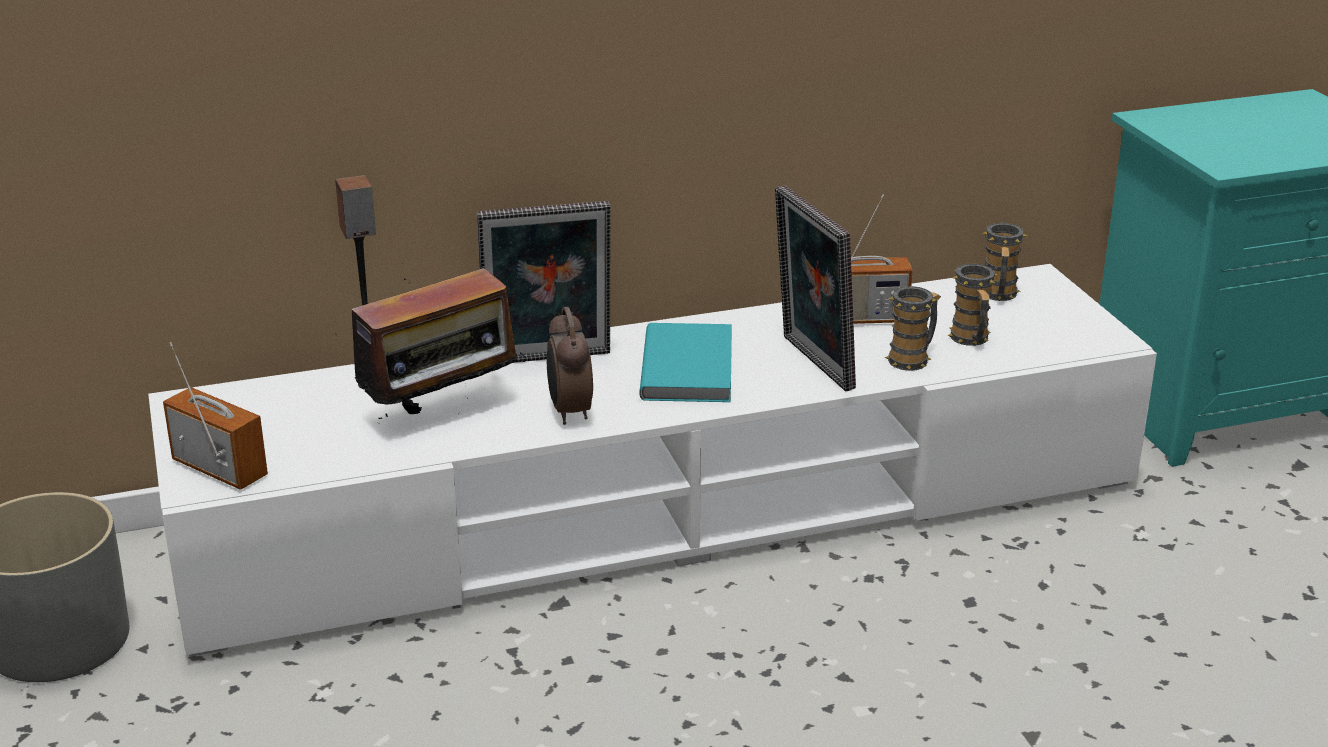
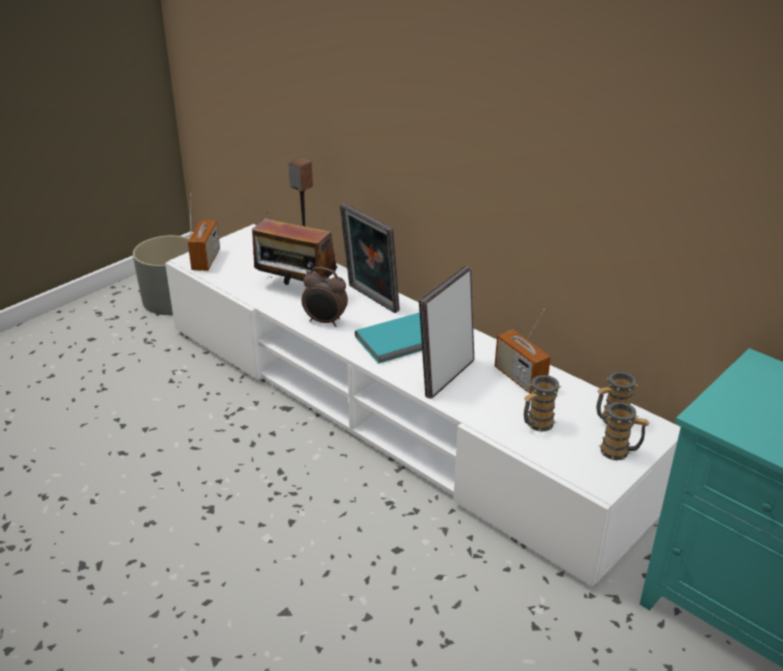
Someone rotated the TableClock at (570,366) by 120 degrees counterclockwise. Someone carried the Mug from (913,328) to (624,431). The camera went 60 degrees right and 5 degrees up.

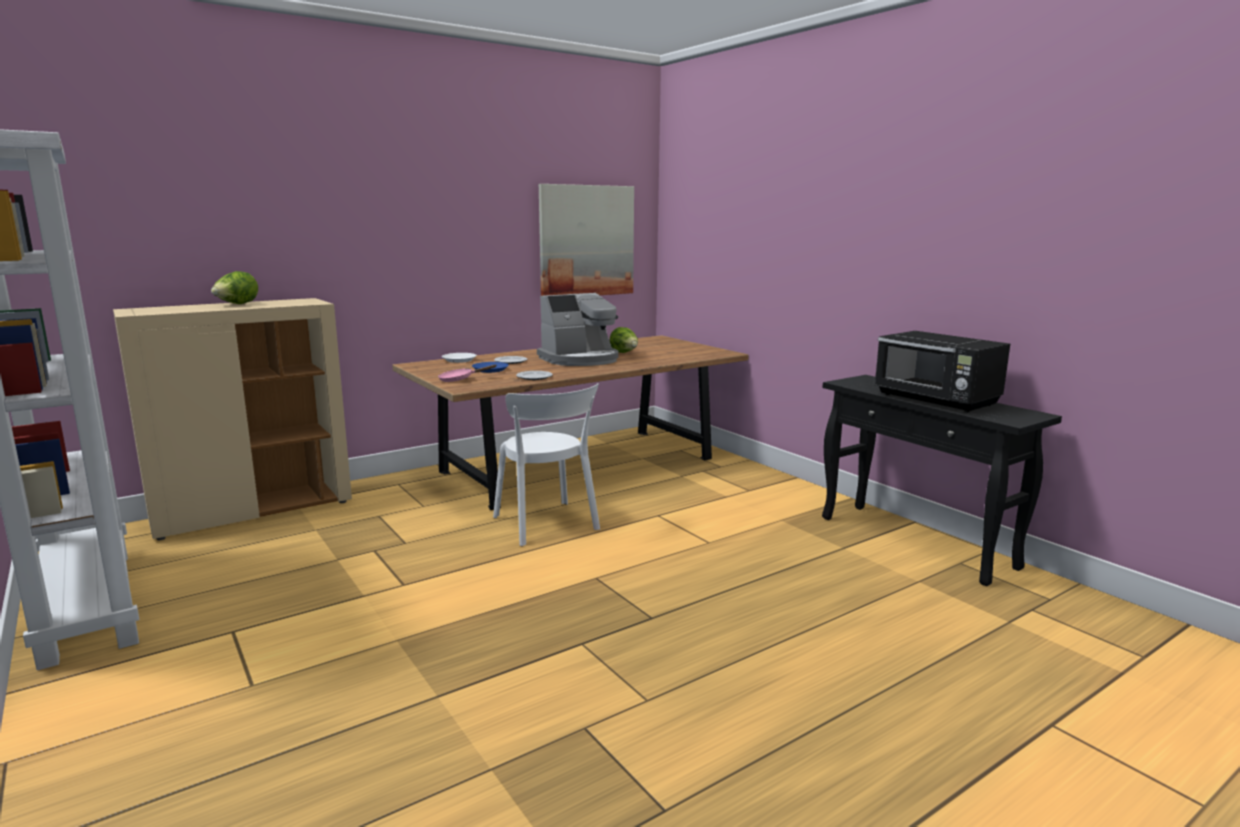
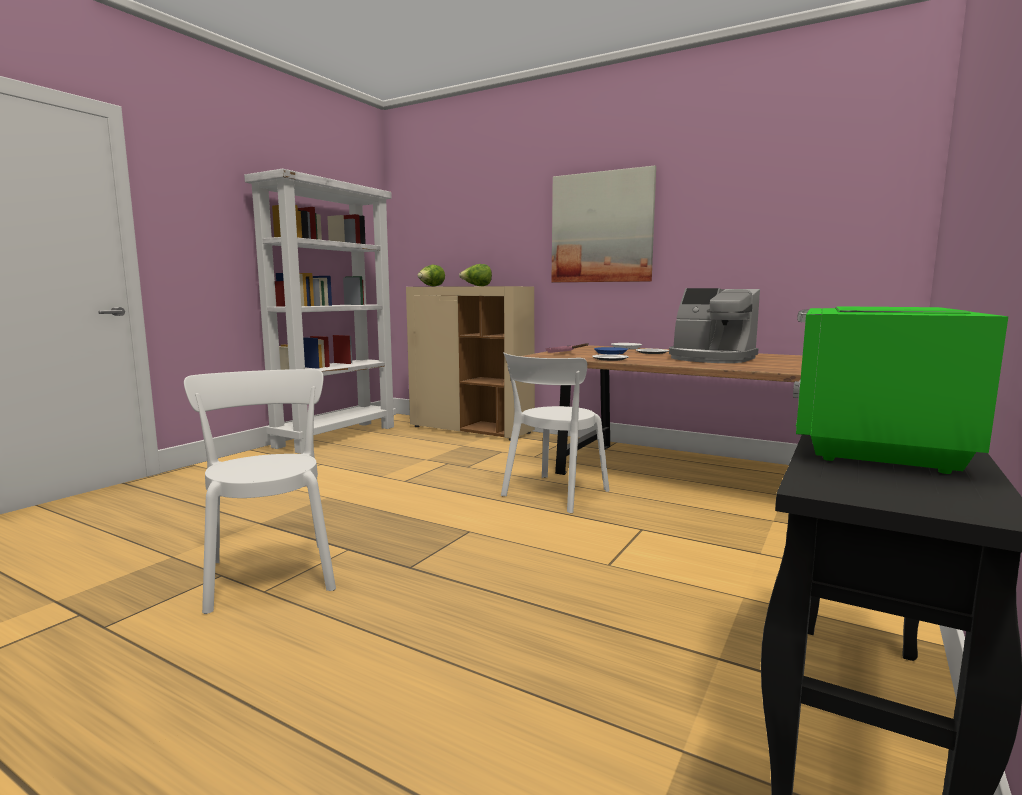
Someone put down the WhitishPlainChair at (260,491). Someone carried the Lettuce from (623,340) to (431,275). Someone carried the WallArt from (586,240) to (603,223). Someone repainted the BlackColouredKitchenMicrowave at (942,371), which became the GreenKitchenMicrowave at (900,390). The camera went 65 degrees right and 5 degrees down.

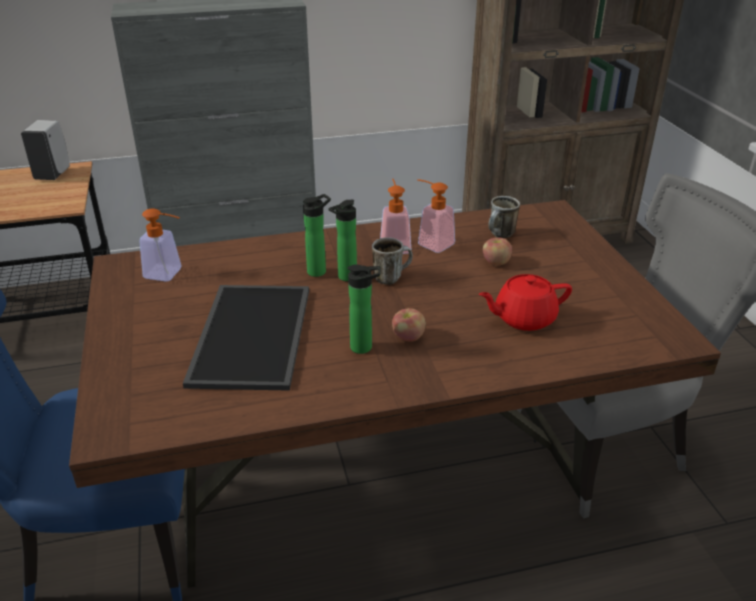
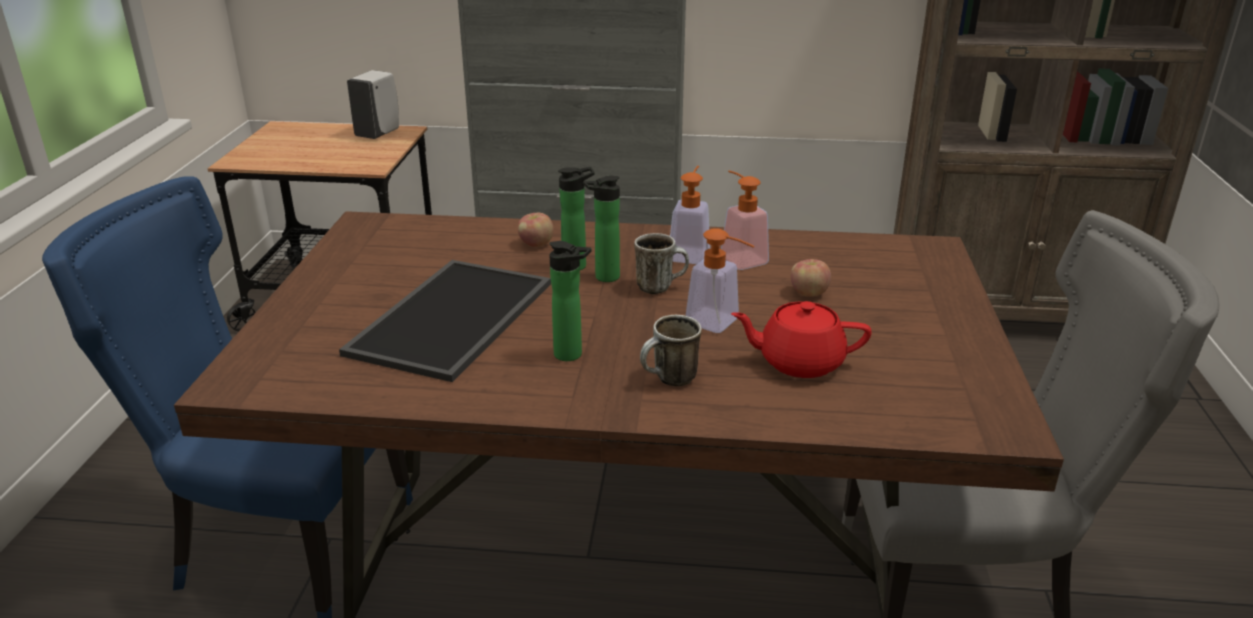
Someone carried the WholeApple from (409,325) to (536,230). Someone carried the Mug from (504,217) to (671,350). Someone carried the SoapBottle from (160,245) to (719,280). The camera went 20 degrees right and 5 degrees down.

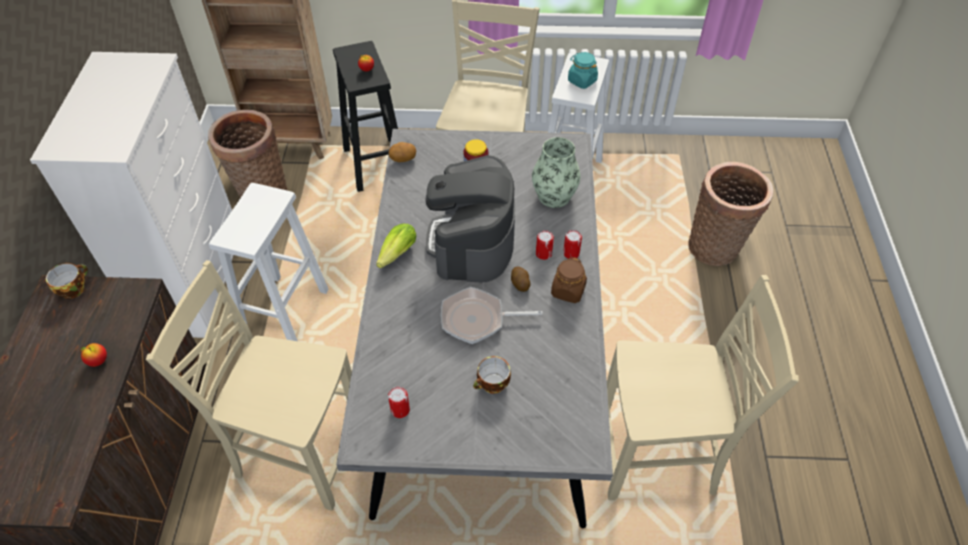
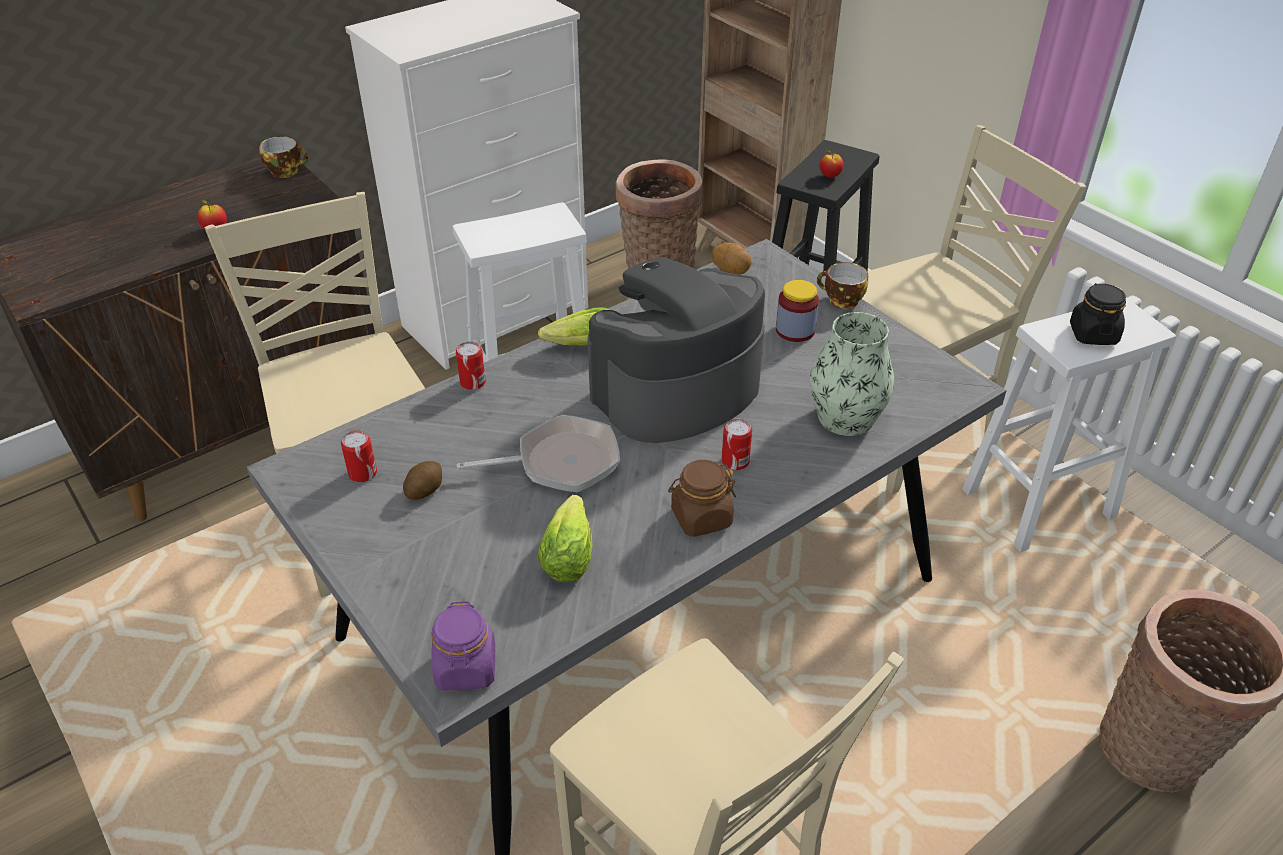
Someone carried the WholePotato from (521,279) to (422,480). Someone put down the PurpleColouredStorageJar at (463,645). Someone carried the SealedCan from (572,244) to (471,365). Someone rotated the Skillet at (492,315) by 120 degrees clockwise. Someone put down the Lettuce at (564,538). Someone carried the DrinkingCup from (492,375) to (842,285). Someone repainted the TurquoiseColouredStorageJar at (583,70), which became the BlackColouredStorageJar at (1098,314). The camera went 50 degrees right and 10 degrees down.

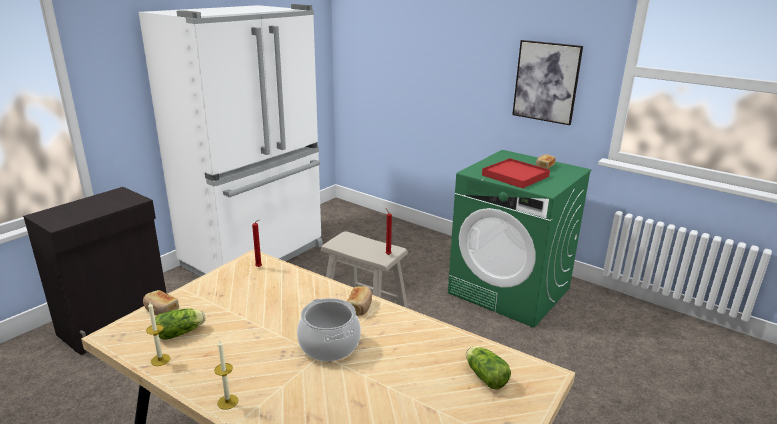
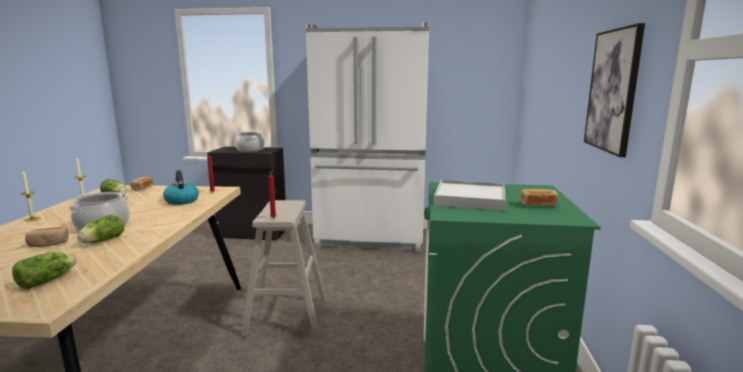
Someone carried the BakedBread from (359,301) to (47,237). Someone put down the Lettuce at (100,229). Someone put down the WaterKettle at (181,187). Someone put down the Stockpot at (249,142). Someone repainted the ReddishServingTray at (516,173), which became the WhitishServingTray at (470,195). The camera went 60 degrees right and 10 degrees down.

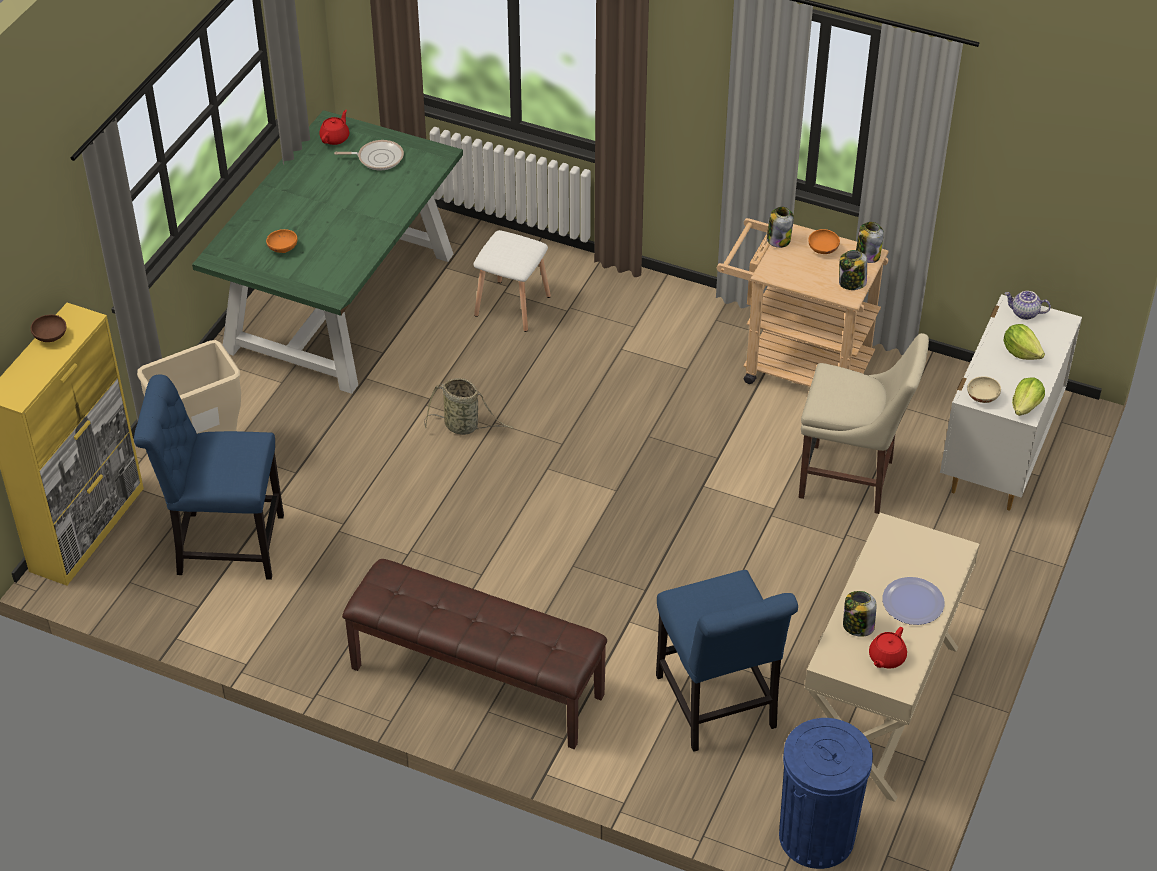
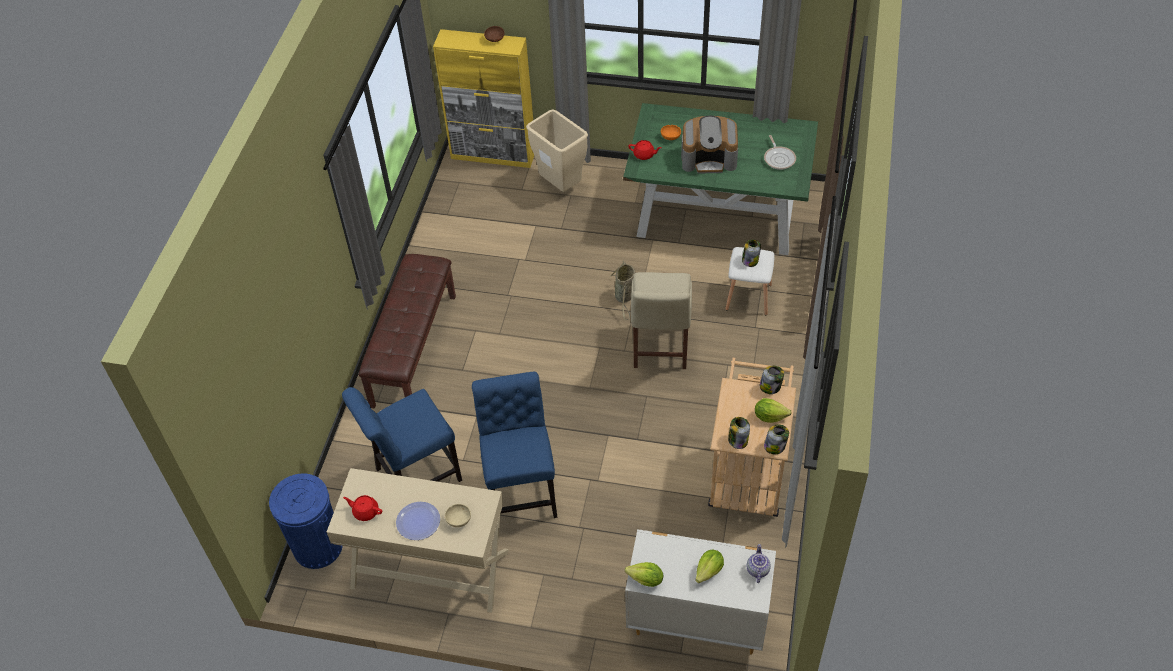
Someone carried the SandColouredBowl from (984,389) to (458,515). Someone carried the BluePlainChair from (209,477) to (514,445). Someone carried the ReddishTeapot from (334,127) to (645,150). Someone carried the SandColouredPlainChair from (864,423) to (661,320). Someone put down the CoffeeMaker at (709,144). Someone carried the StorageJar from (859,614) to (751,253). Someone swapped the OrangeBowl at (824,241) for the Lettuce at (773,410). The camera went 80 degrees right and 5 degrees up.

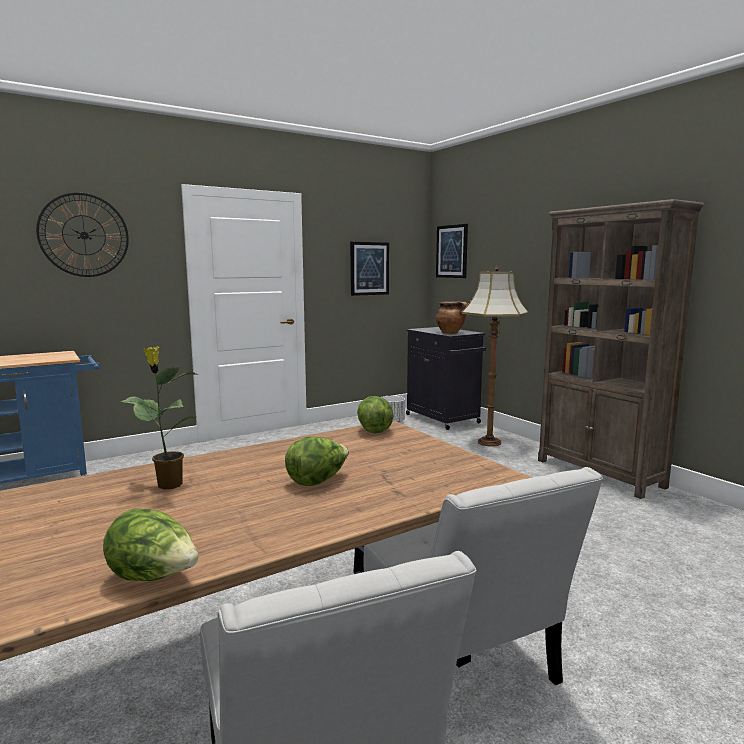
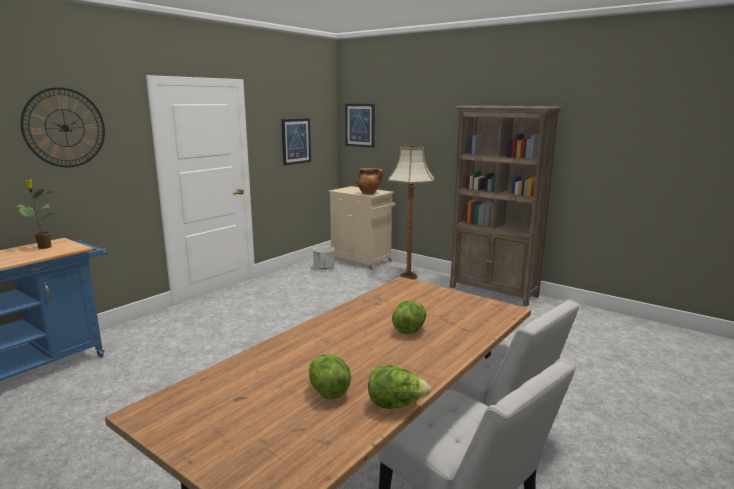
Someone carried the Houseplant from (160,418) to (36,214). Someone carried the Lettuce from (375,415) to (330,376). Someone repainted the BlackColouredCupboard at (446,378), which became the SandColouredCupboard at (361,228). The camera went 20 degrees left and 5 degrees up.

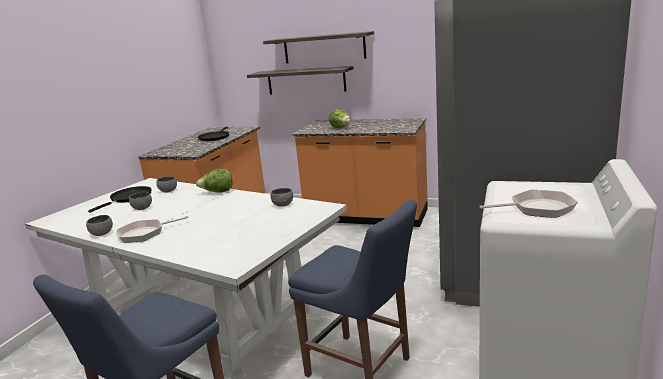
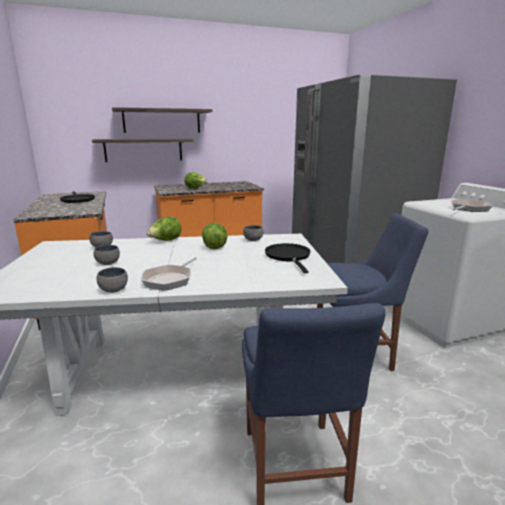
Someone put down the Lettuce at (215,236). Someone carried the BlackColouredSkillet from (120,199) to (288,258). The camera went 40 degrees left and 0 degrees up.

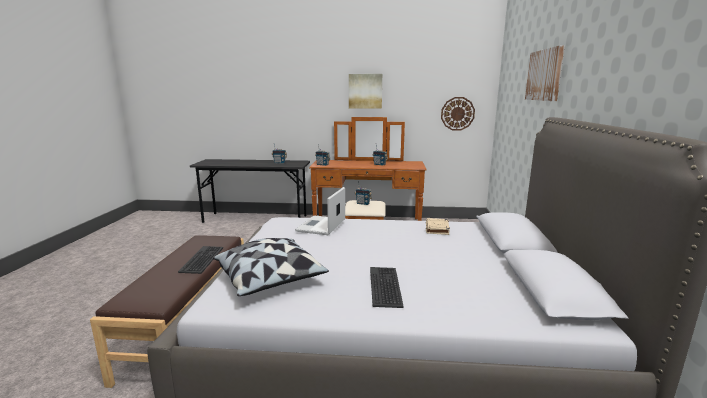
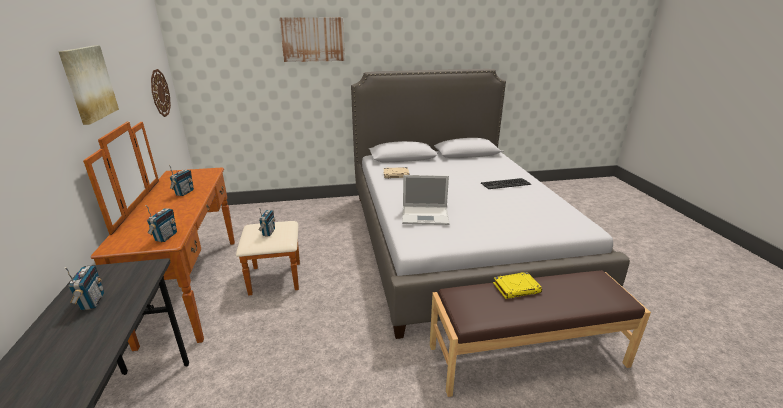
Someone swapped the ComputerKeyboard at (200,260) for the YellowishBoundBook at (517,285). Someone took away the Pillow at (271,267). The camera went 105 degrees left and 10 degrees up.

